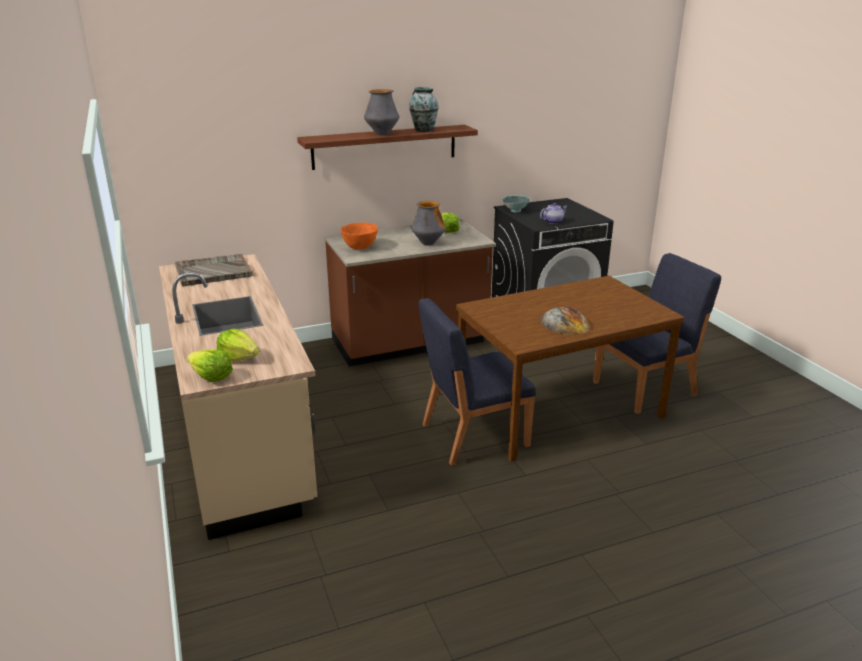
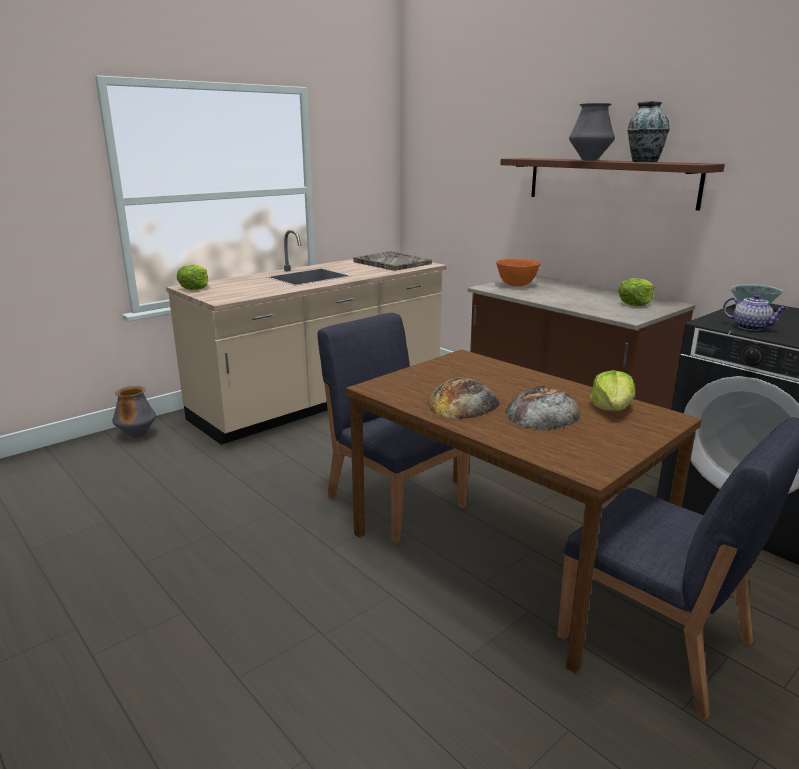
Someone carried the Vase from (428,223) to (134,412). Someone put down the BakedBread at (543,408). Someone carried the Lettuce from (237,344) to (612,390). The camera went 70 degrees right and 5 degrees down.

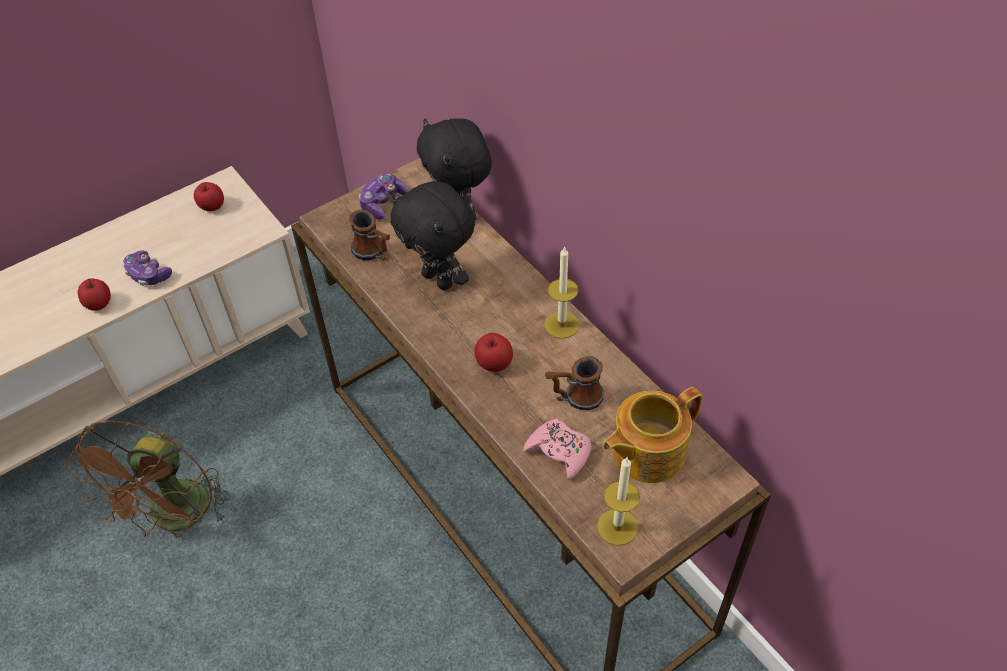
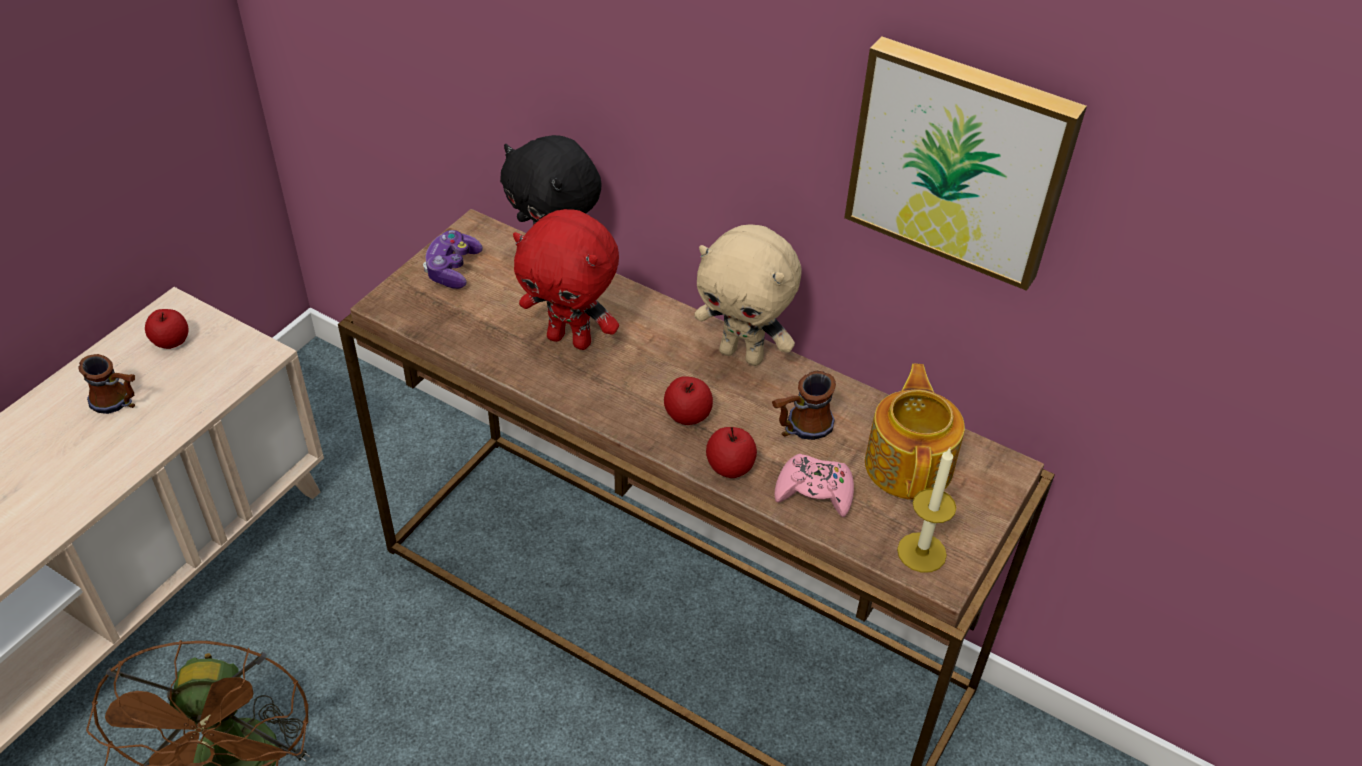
Someone carried the Mug from (369,235) to (106,384). Someone repainted the BlackColouredSoftToy at (432,235), which became the ReddishSoftToy at (566,279). Someone swapped the WaxLight at (561,292) for the SandColouredSoftToy at (747,295). Someone carried the WholeApple from (94,294) to (731,452). Someone put up the WallArt at (965,163). Someone rotated the Teapot at (652,435) by 150 degrees clockwise. Someone took away the GameController at (148,268). The camera went 25 degrees left and 5 degrees down.

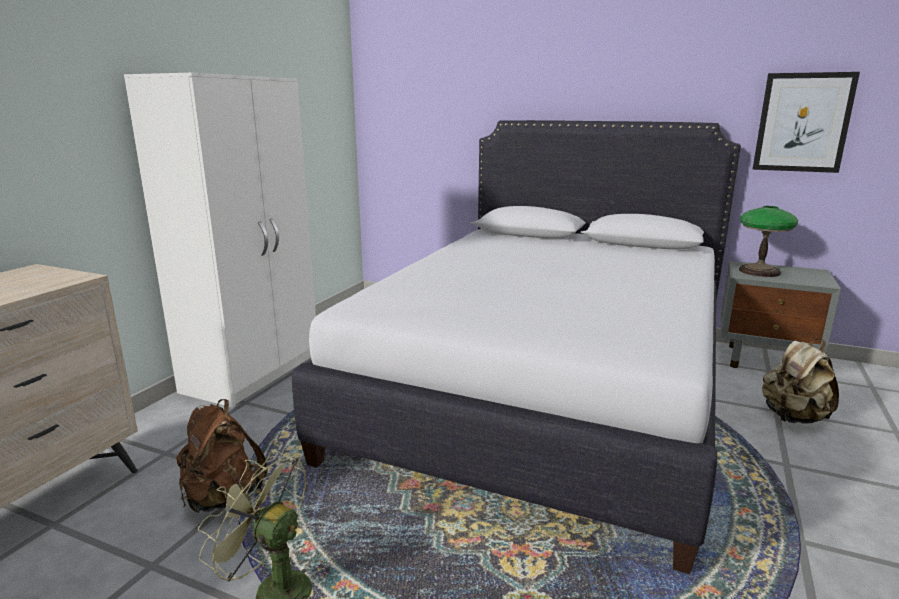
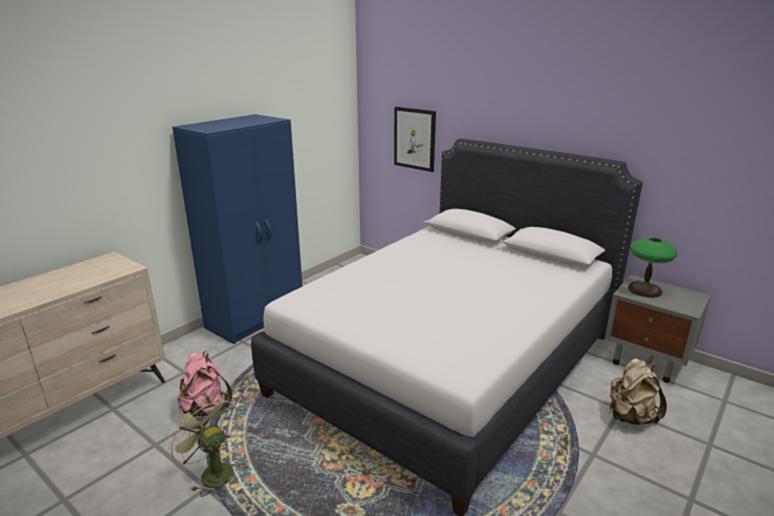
Someone repainted the WhitishArmoire at (220,240), which became the BlueArmoire at (237,229). Someone repainted the BrownColouredBackpack at (221,456), which became the PinkBackpack at (204,384). Someone carried the WallArt from (806,122) to (415,139). The camera went 15 degrees right and 5 degrees up.

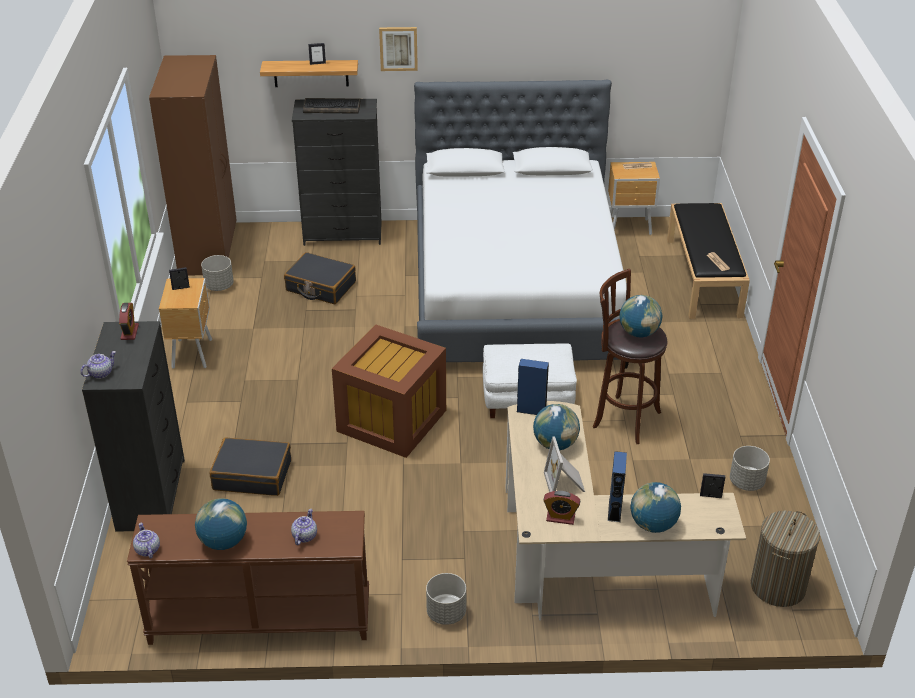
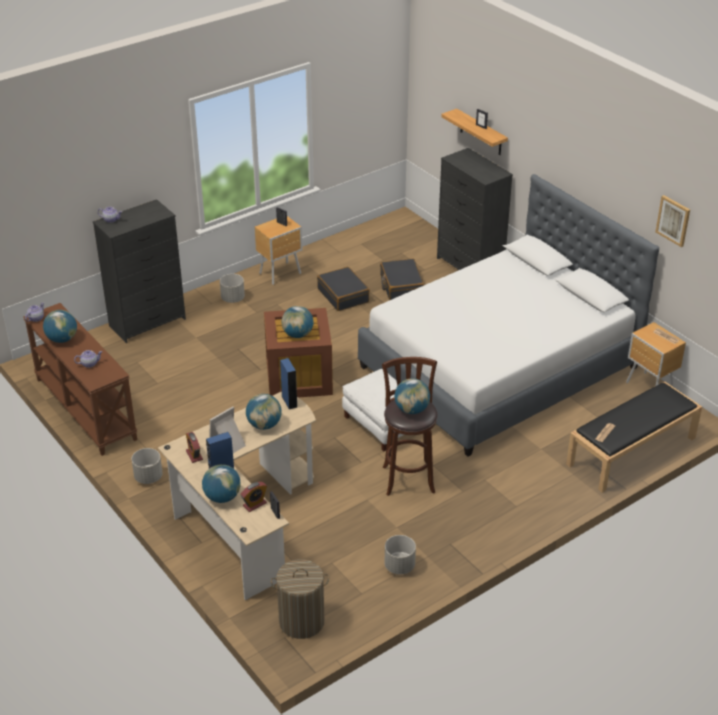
Someone carried the GreyPlantPot from (217,273) to (232,288). Someone carried the TableClock from (129,321) to (254,497). Someone put down the DeskGlobe at (297,322). Someone carried the BlackColouredPieceOfLuggage from (250,467) to (343,289). Someone carried the WallArt from (398,49) to (672,221). Someone took away the BrownColouredArmoire at (193,165). Someone took away the ComputerKeyboard at (332,106). The camera went 55 degrees right and 0 degrees up.

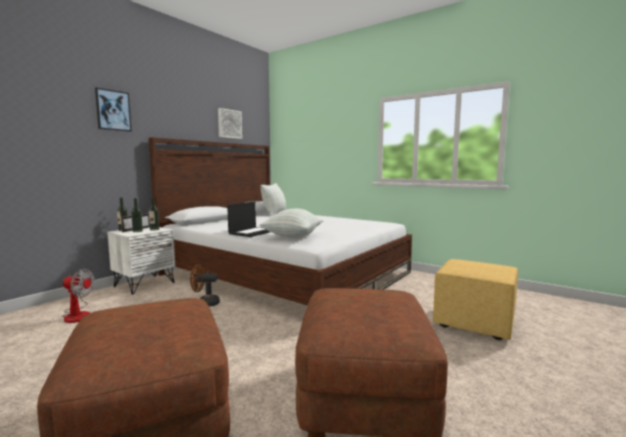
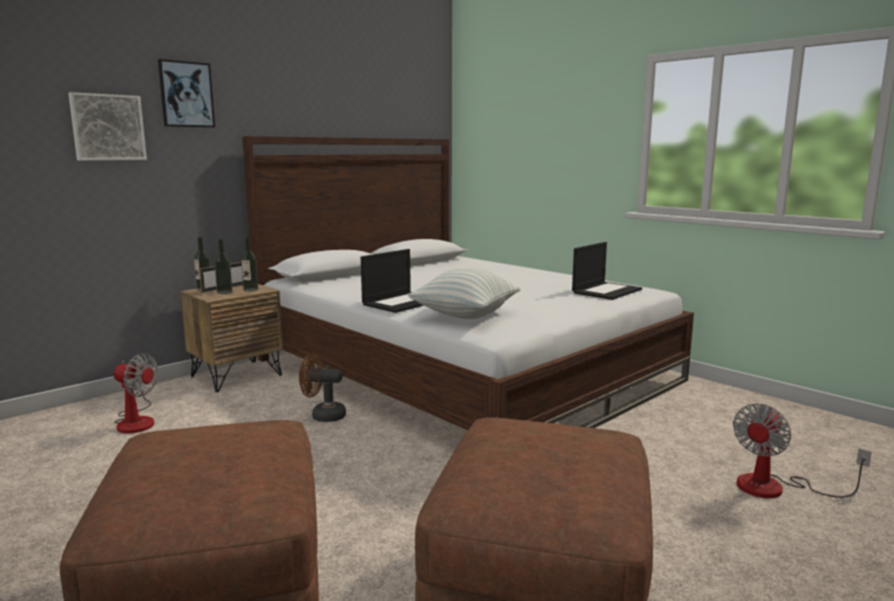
Someone carried the WallArt from (230,123) to (107,126). Someone repainted the WhitishNightstand at (141,261), which became the BrownColouredNightstand at (231,338). Someone put down the Laptop at (607,271). Someone swapped the YellowishFootrest at (475,299) for the Fan at (802,451). Someone took away the Pillow at (273,199). The camera went 10 degrees right and 5 degrees up.

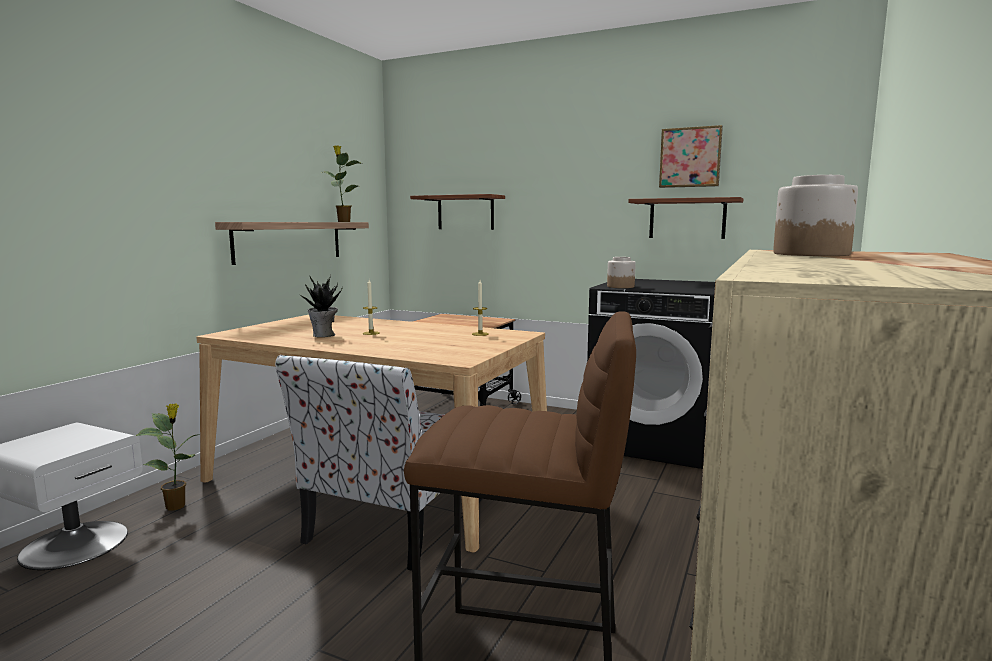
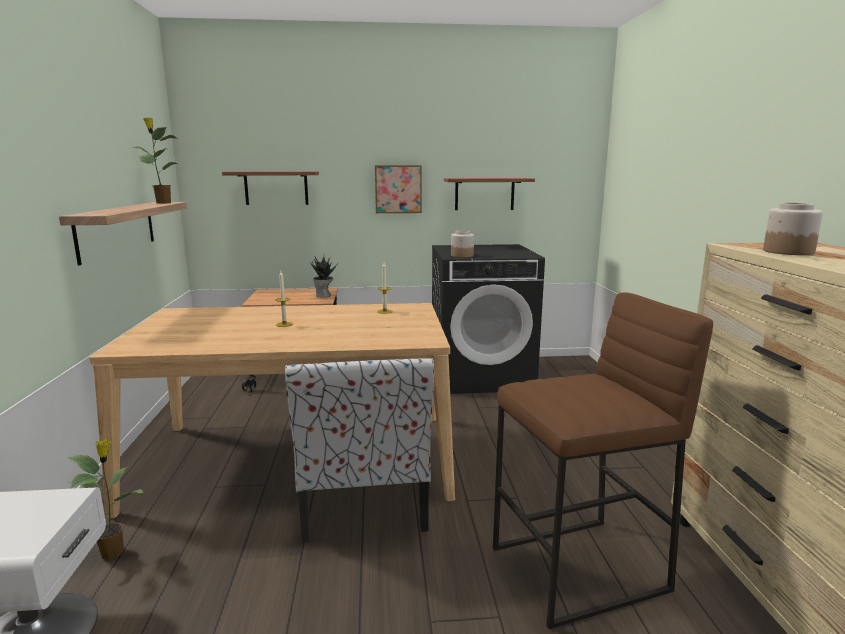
Someone carried the Houseplant from (321,306) to (324,277). Someone carried the WallArt from (691,156) to (398,189). The camera went 30 degrees left and 5 degrees up.

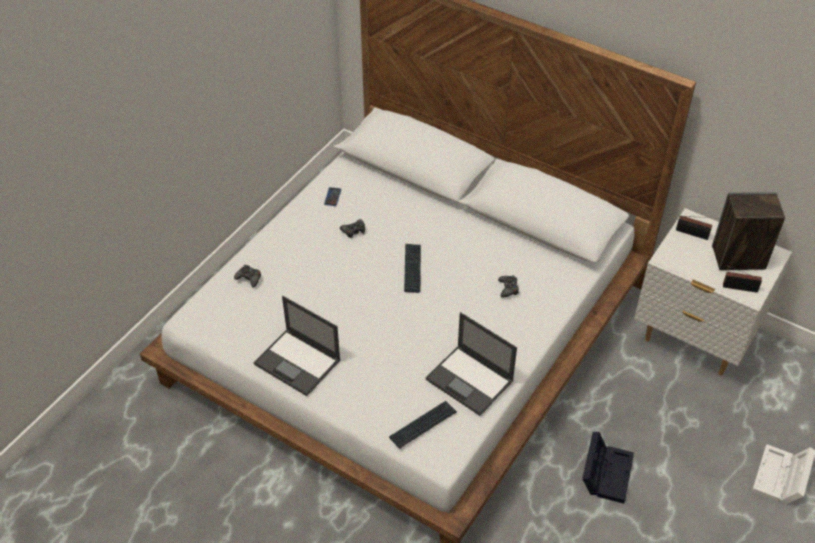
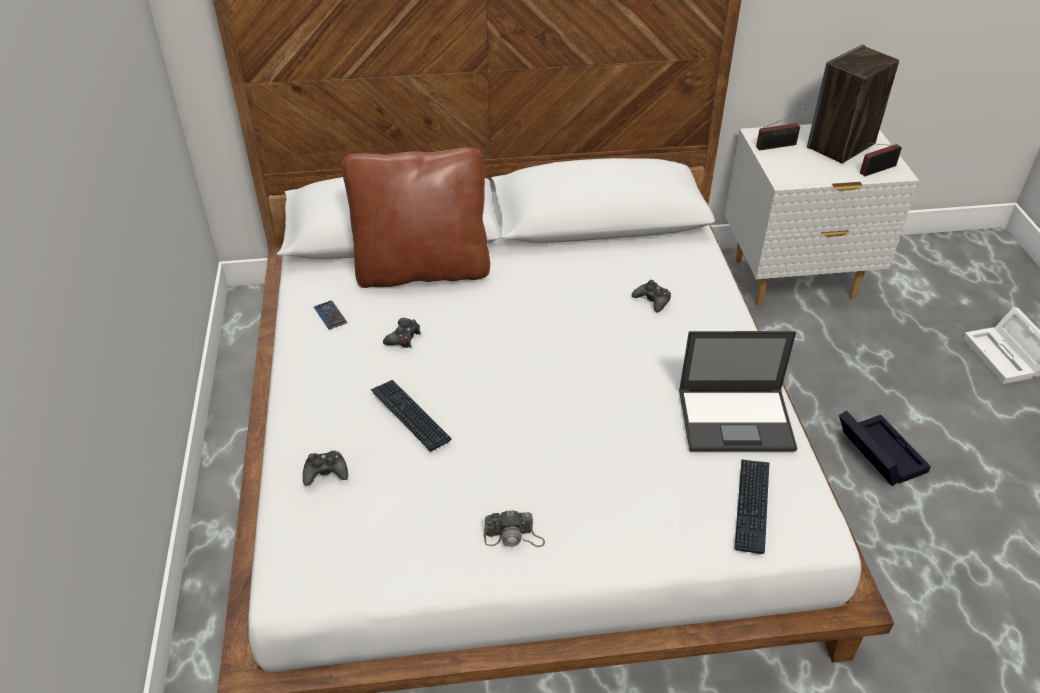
Someone put down the BrownColouredPillow at (416,218). Someone carried the ComputerKeyboard from (412,268) to (411,415). Someone swapped the Laptop at (297,346) for the StillCamera at (514,528). The camera went 40 degrees left and 5 degrees down.

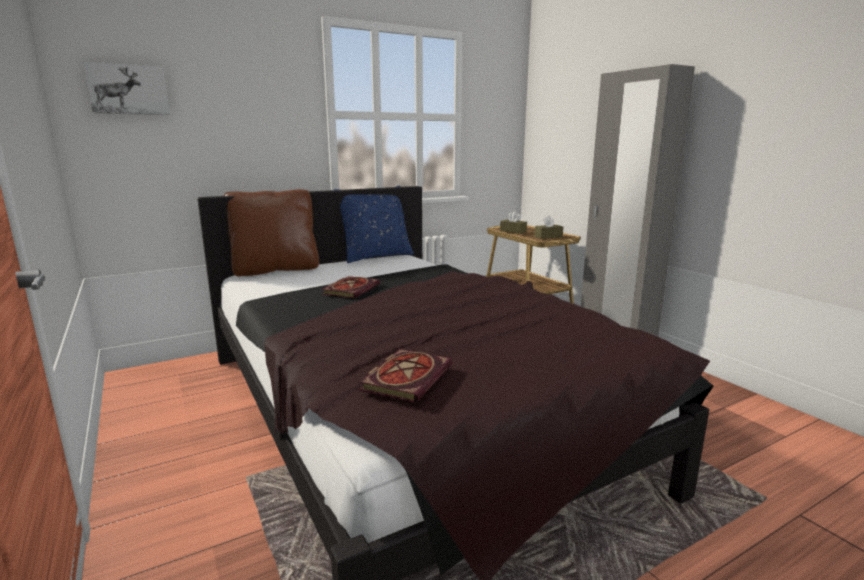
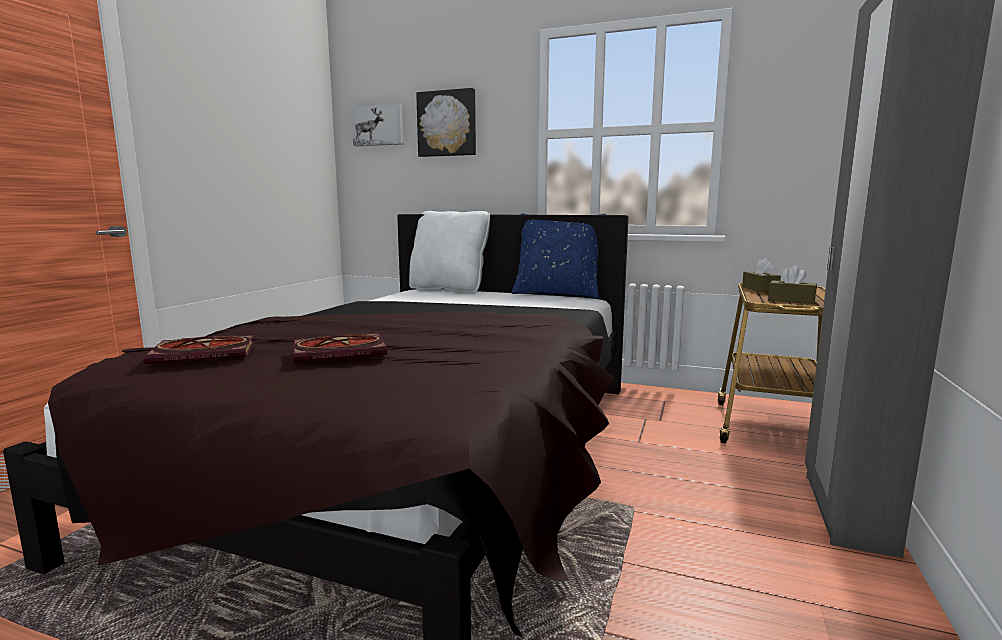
Someone carried the BoundBook from (350,287) to (340,348). Someone repainted the BrownColouredPillow at (271,232), which became the WhitishPillow at (449,252). Someone put up the WallArt at (446,122). The camera went 50 degrees right and 5 degrees down.

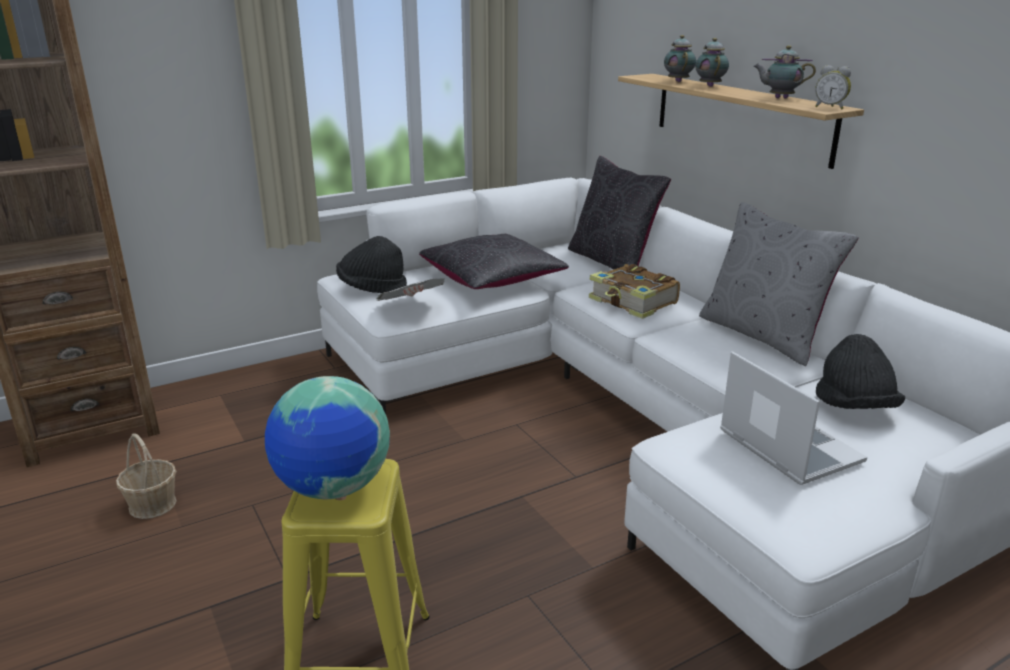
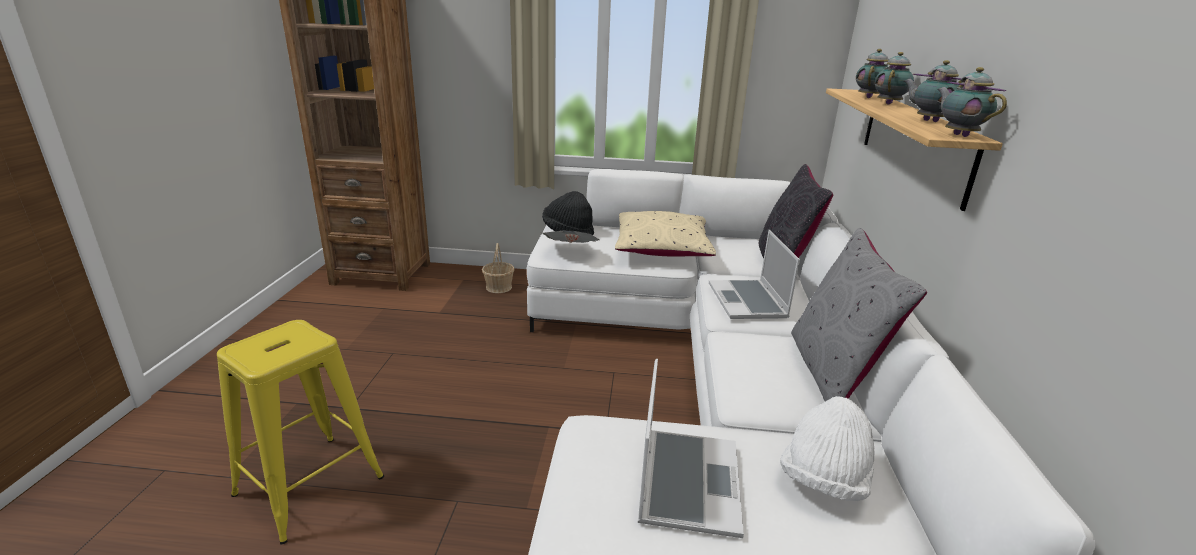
Someone carried the HouseholdBasket from (146,476) to (498,268). Someone repainted the BlackColouredPillow at (494,261), which became the SandColouredPillow at (665,234). Someone swapped the BoundBook at (634,291) for the Laptop at (754,274). Someone repainted the BlackColouredWearableHat at (860,371), which became the WhitishWearableHat at (827,448). Someone swapped the TableClock at (833,87) for the Teapot at (972,102). Someone took away the DeskGlobe at (327,437). The camera went 35 degrees right and 0 degrees up.

